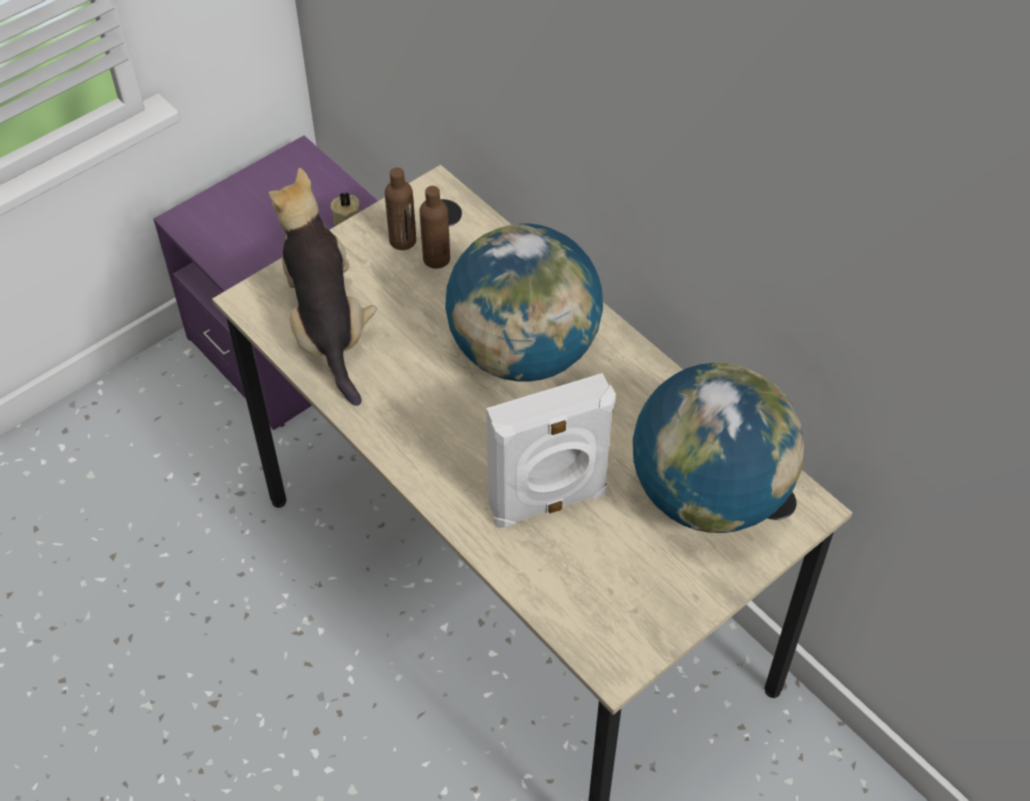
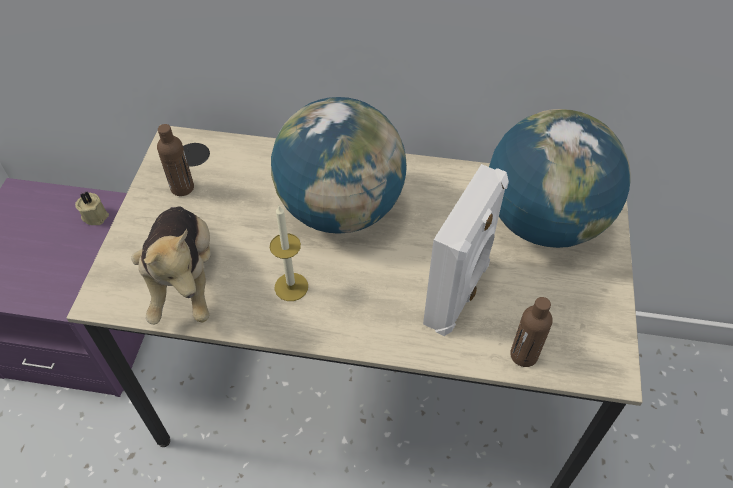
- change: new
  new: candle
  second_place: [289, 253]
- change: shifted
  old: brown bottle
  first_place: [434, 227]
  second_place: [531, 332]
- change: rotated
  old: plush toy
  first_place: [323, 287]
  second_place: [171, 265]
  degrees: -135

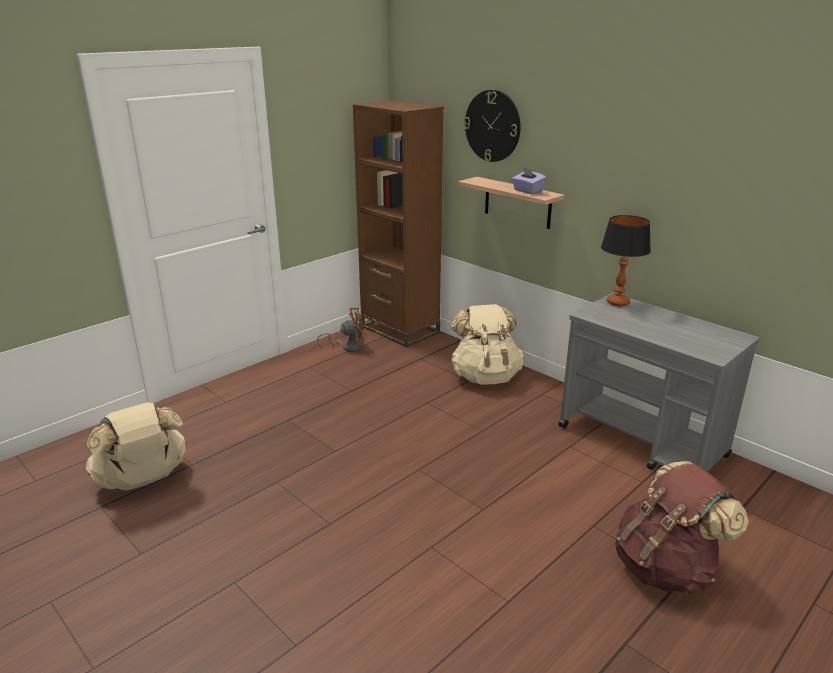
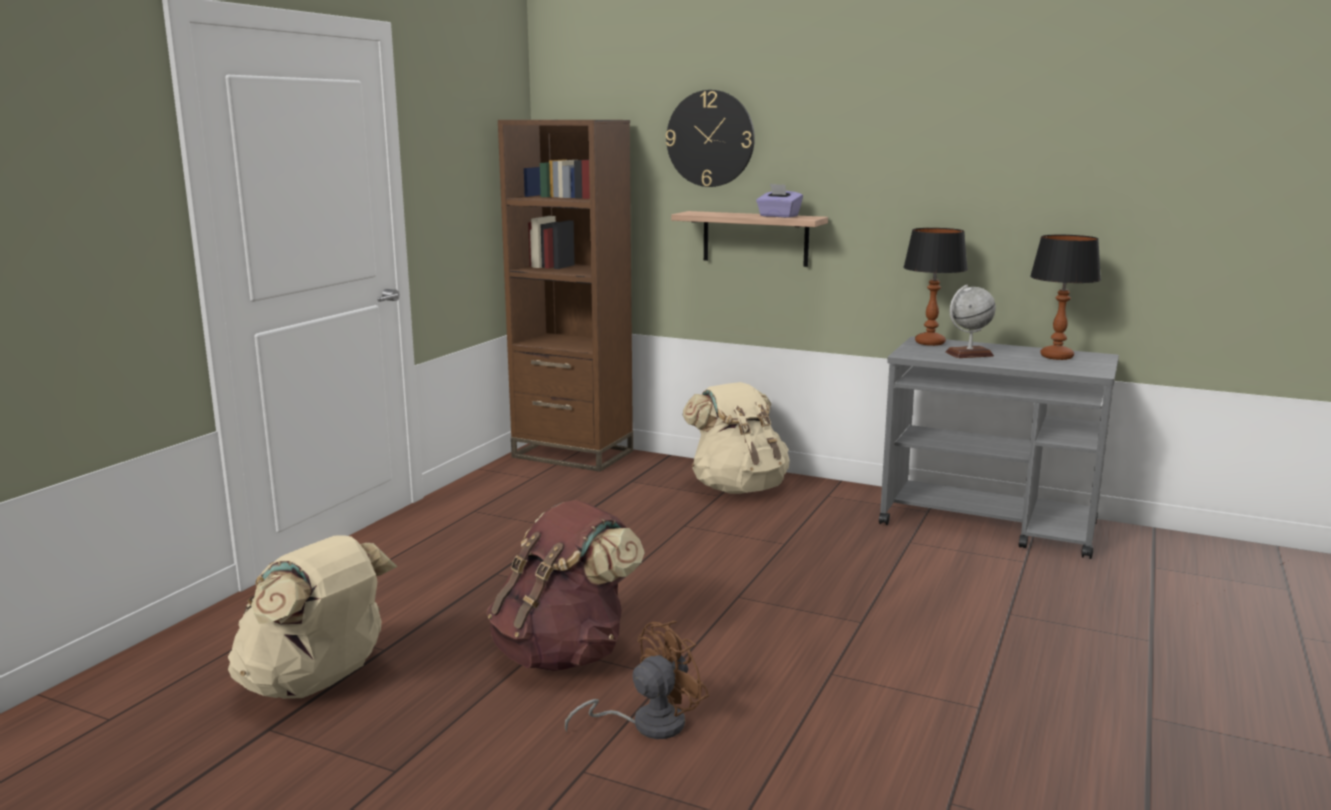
- change: new
  new: globe
  second_place: [970, 321]
- change: new
  new: table lamp
  second_place: [1065, 297]
- change: shifted
  old: brown fan
  first_place: [342, 330]
  second_place: [637, 680]
- change: shifted
  old: brown backpack
  first_place: [681, 528]
  second_place: [565, 585]

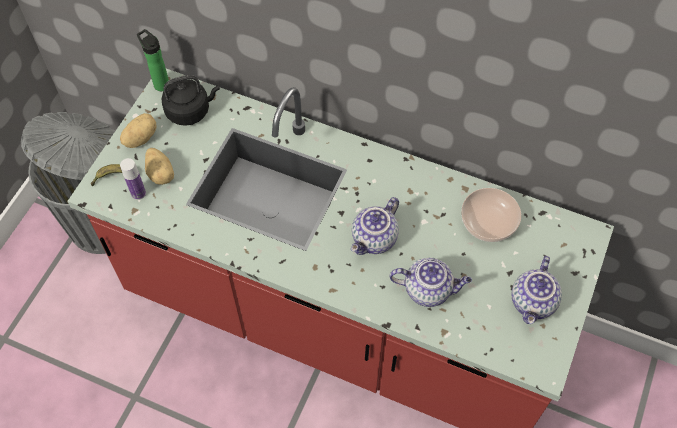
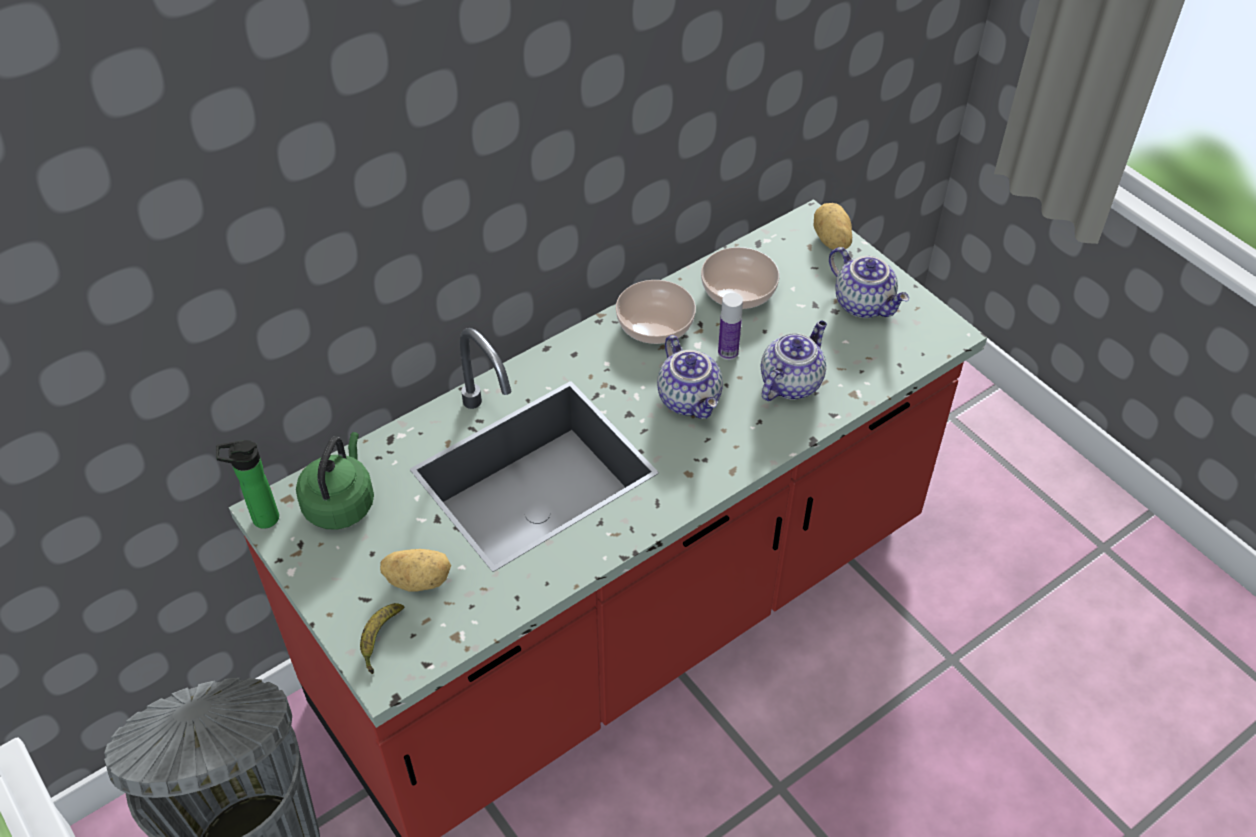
- change: new
  new: bowl
  second_place: [656, 312]
- change: shifted
  old: potato
  first_place: [138, 130]
  second_place: [832, 226]
- change: shifted
  old: bottle
  first_place: [133, 179]
  second_place: [730, 326]
- change: repainted
  old: black kettle
  new: green kettle
  first_place: [191, 100]
  second_place: [335, 481]

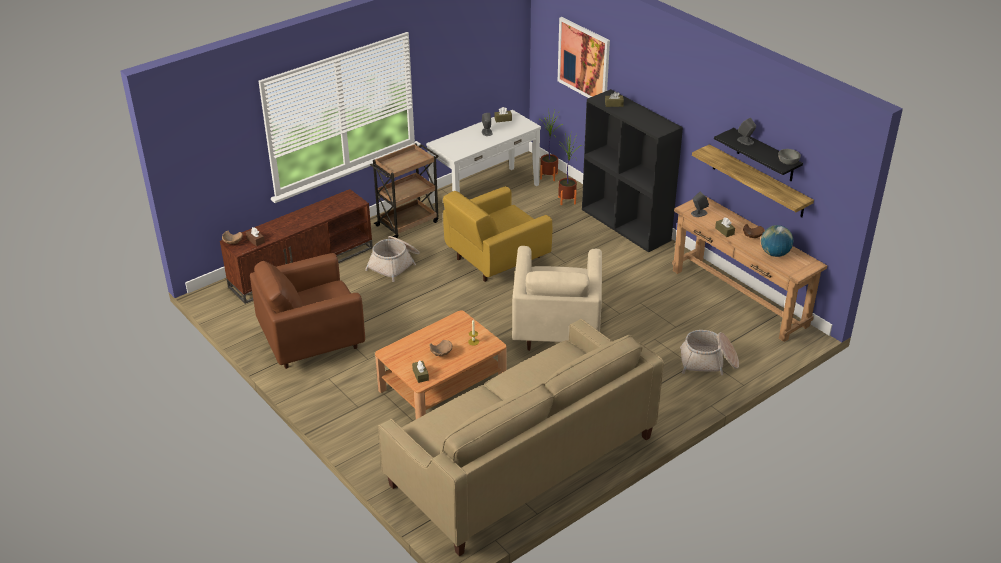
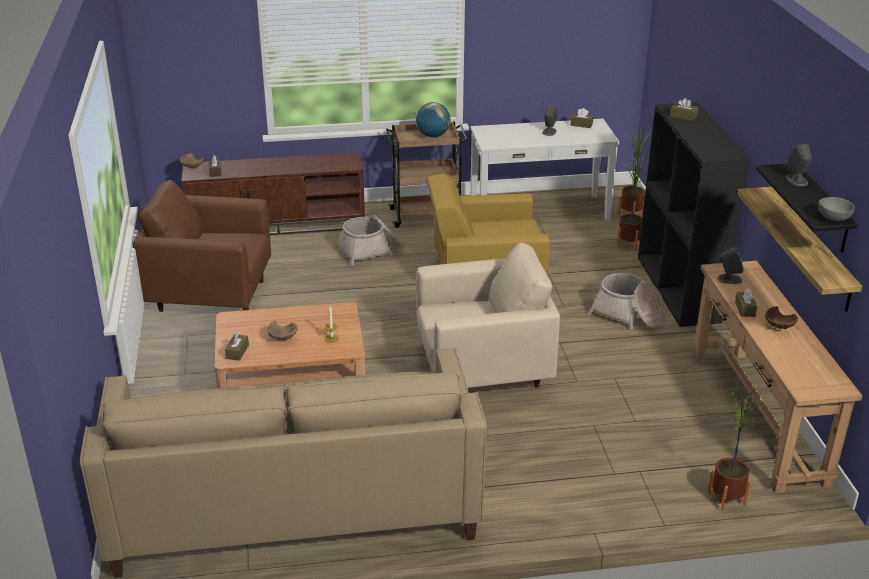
- change: gone
  old: picture
  first_place: [584, 57]
- change: new
  new: potted plant
  second_place: [737, 445]
- change: shifted
  old: basket
  first_place: [709, 353]
  second_place: [627, 301]
- change: shifted
  old: globe
  first_place: [777, 241]
  second_place: [433, 119]
- change: rotated
  old: beige armchair
  first_place: [557, 298]
  second_place: [488, 315]
  degrees: -135

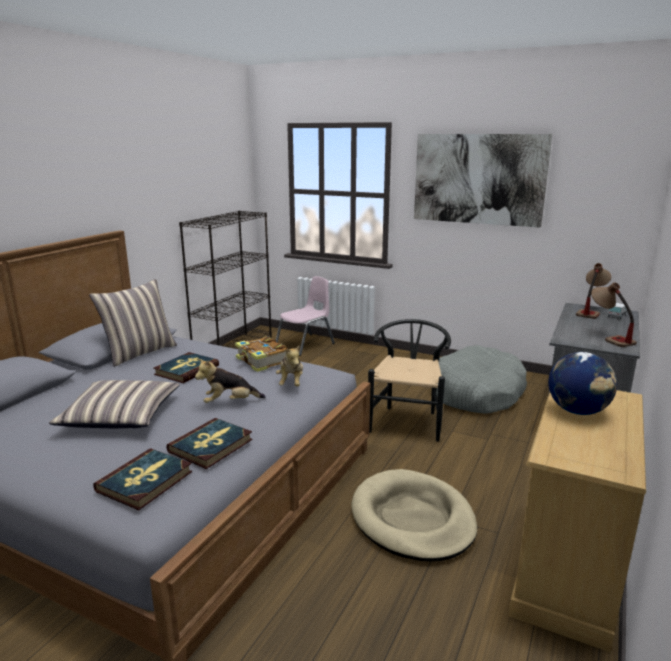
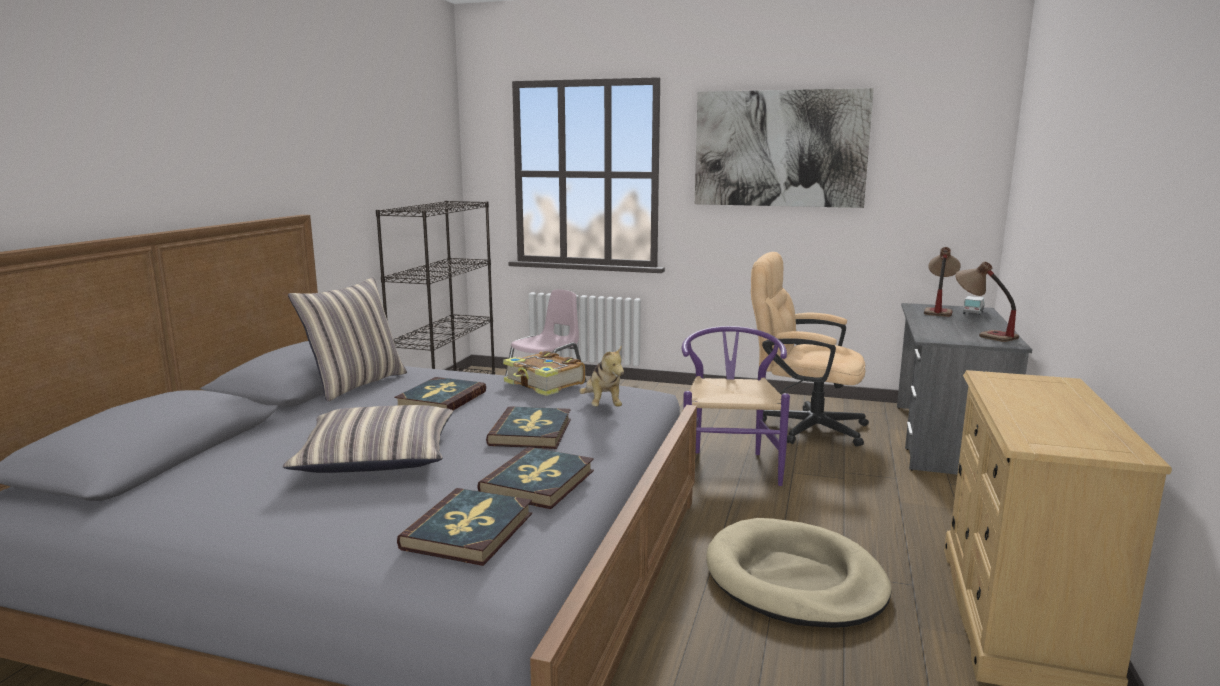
- change: gone
  old: globe
  first_place: [582, 383]
- change: swapped
  old: plush toy
  new: book
  first_place: [230, 380]
  second_place: [528, 427]
- change: swapped
  old: grey dog bed
  new: beige office chair
  first_place: [481, 379]
  second_place: [810, 349]
- change: repainted
  old: black chair
  new: purple chair
  first_place: [409, 380]
  second_place: [735, 406]

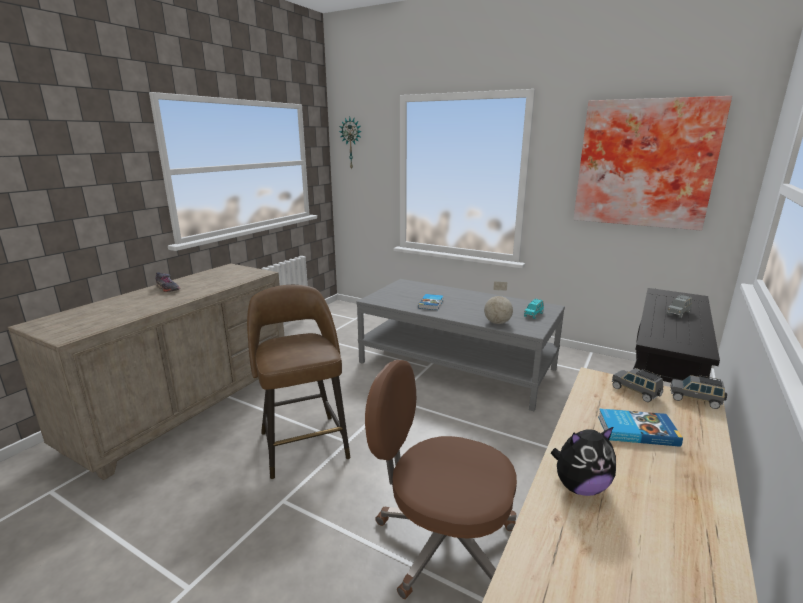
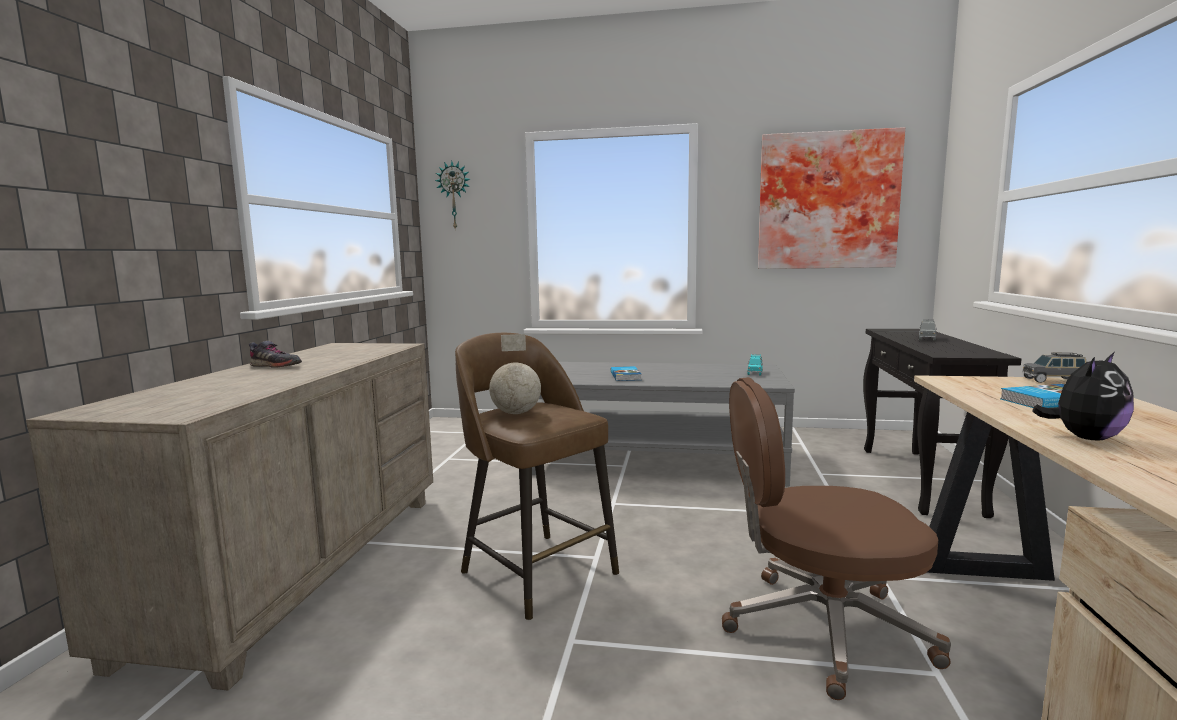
- change: gone
  old: grey toy car
  first_place: [637, 385]
- change: shifted
  old: globe
  first_place: [498, 303]
  second_place: [515, 374]

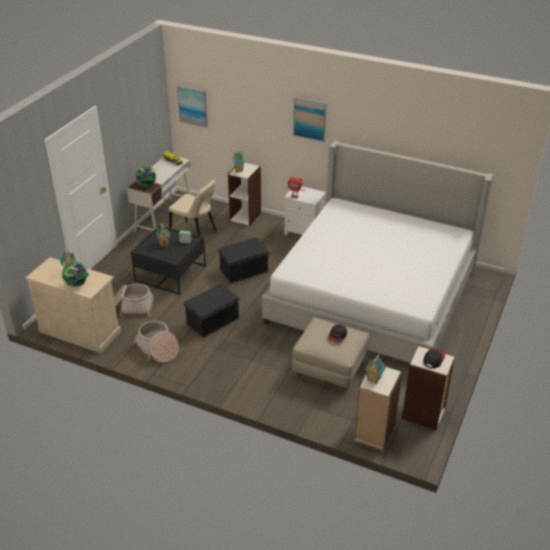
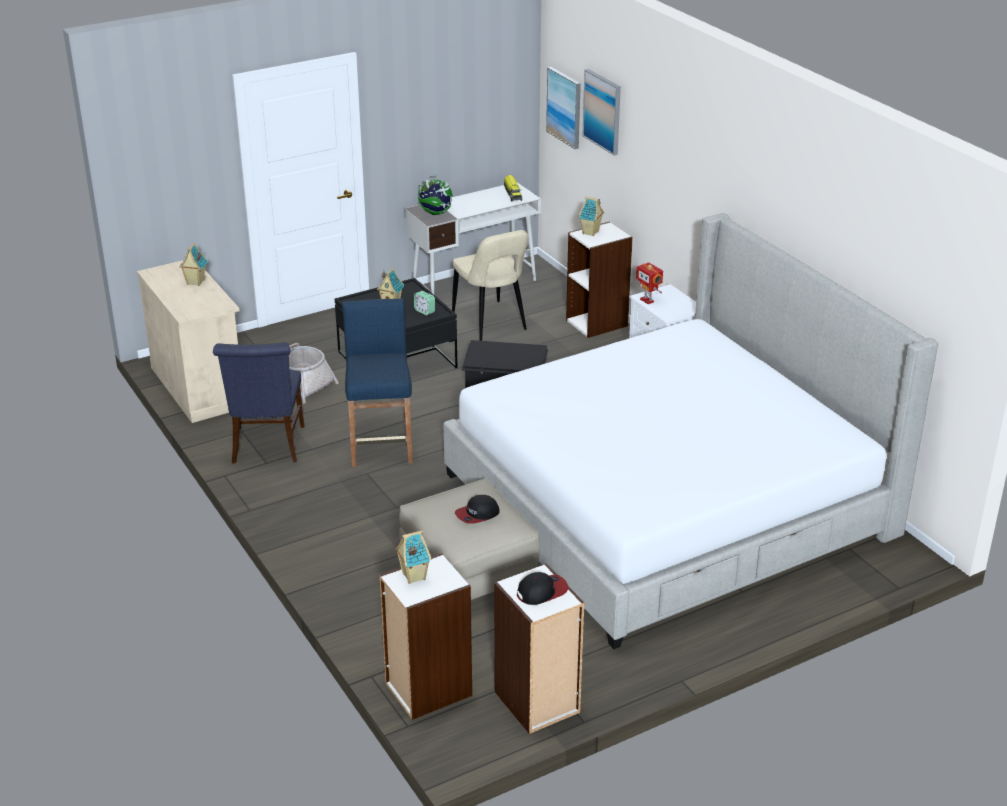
- change: gone
  old: globe
  first_place: [75, 274]
- change: shifted
  old: picture
  first_place: [309, 119]
  second_place: [602, 112]
- change: swapped
  old: basket
  new: blue chair
  first_place: [156, 341]
  second_place: [258, 403]
- change: swapped
  old: black storage box
  new: blue stool
  first_place: [212, 310]
  second_place: [377, 382]

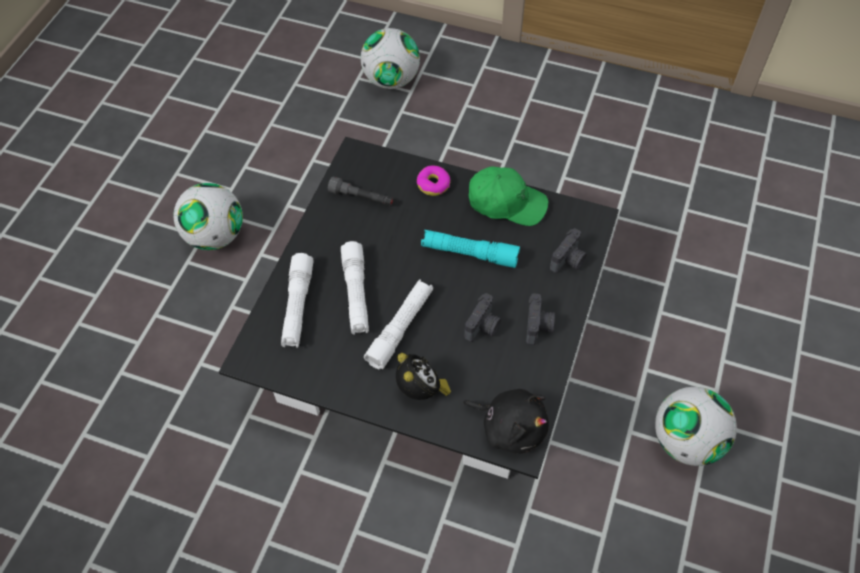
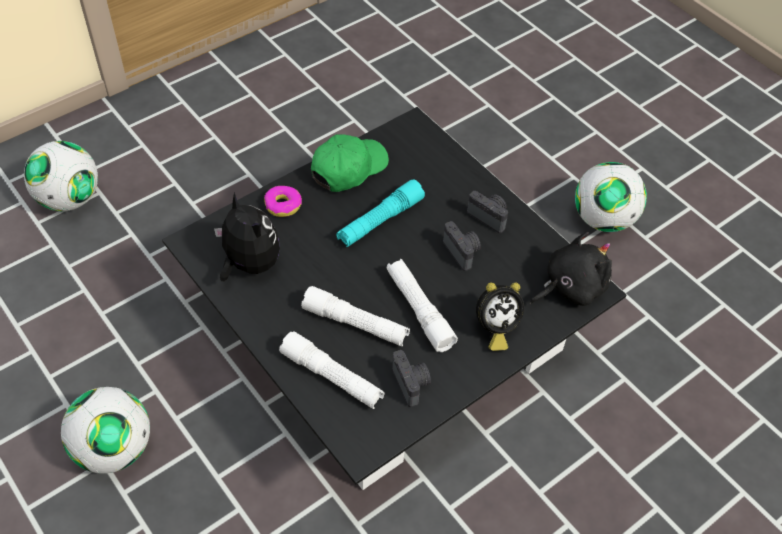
- change: shifted
  old: photo camera
  first_place: [568, 250]
  second_place: [411, 378]
- change: swapped
  old: grey flashlight
  new: plush toy
  first_place: [360, 191]
  second_place: [247, 236]
- change: rotated
  old: alarm clock
  first_place: [423, 376]
  second_place: [500, 316]
  degrees: 150

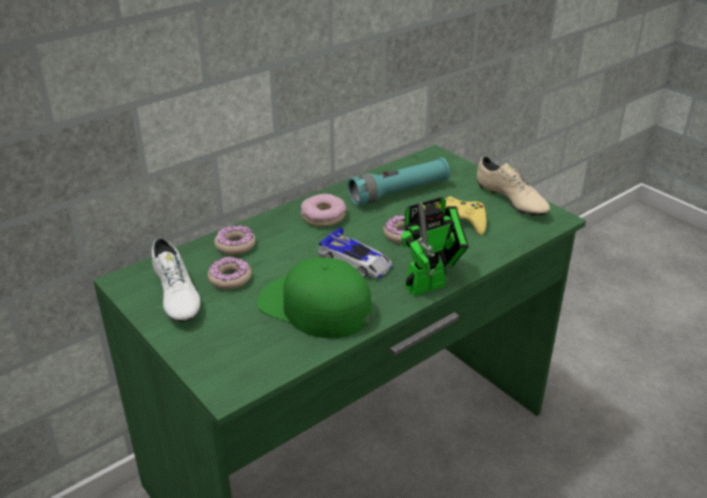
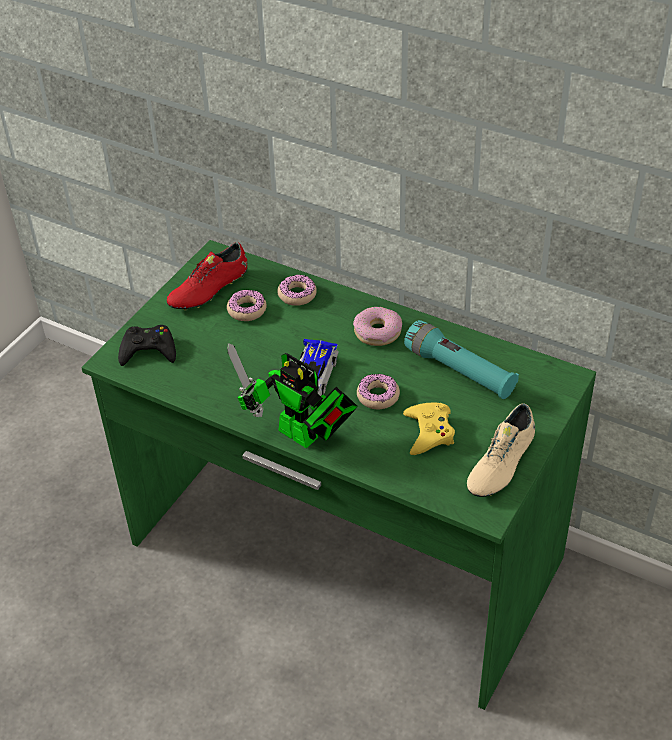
- change: gone
  old: green cap
  first_place: [314, 298]
- change: new
  new: black game controller
  second_place: [147, 345]
- change: repainted
  old: white shoe
  new: red shoe
  first_place: [176, 280]
  second_place: [207, 276]

